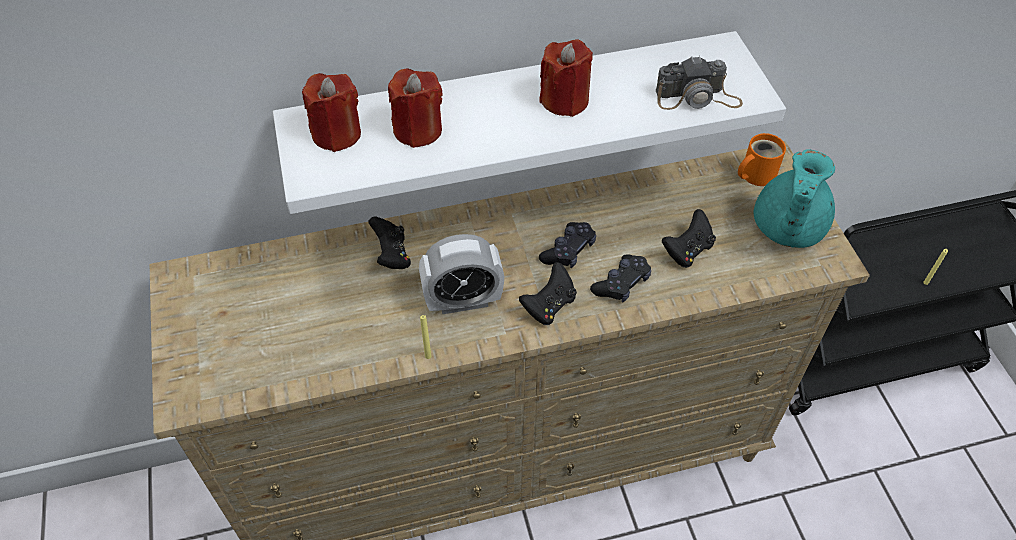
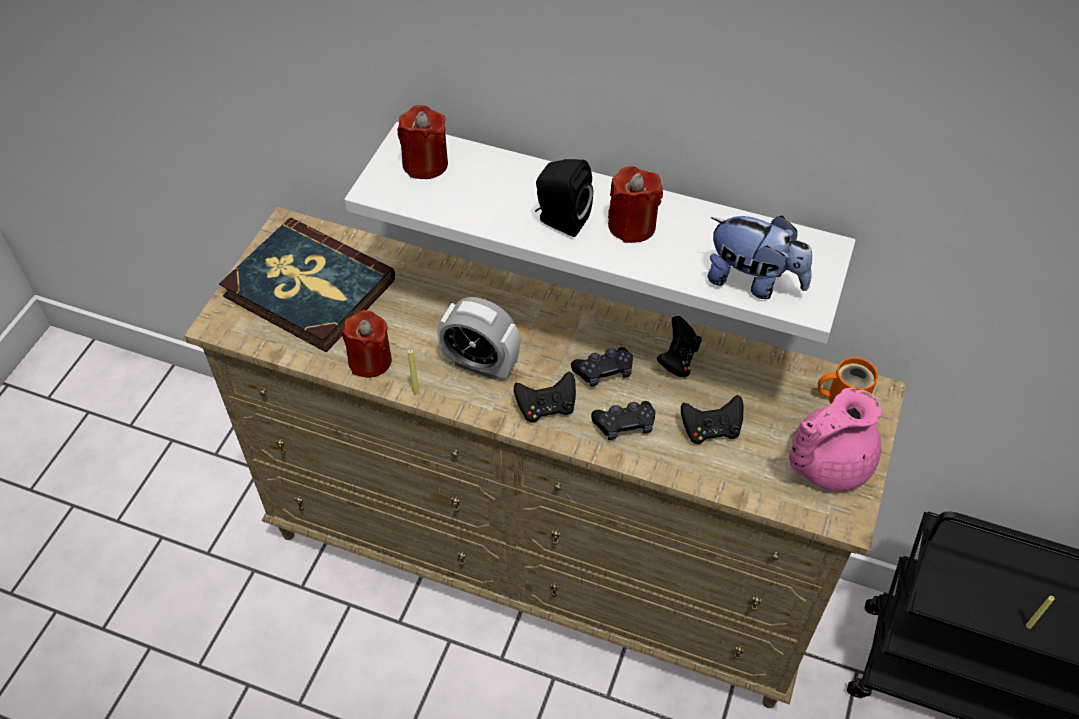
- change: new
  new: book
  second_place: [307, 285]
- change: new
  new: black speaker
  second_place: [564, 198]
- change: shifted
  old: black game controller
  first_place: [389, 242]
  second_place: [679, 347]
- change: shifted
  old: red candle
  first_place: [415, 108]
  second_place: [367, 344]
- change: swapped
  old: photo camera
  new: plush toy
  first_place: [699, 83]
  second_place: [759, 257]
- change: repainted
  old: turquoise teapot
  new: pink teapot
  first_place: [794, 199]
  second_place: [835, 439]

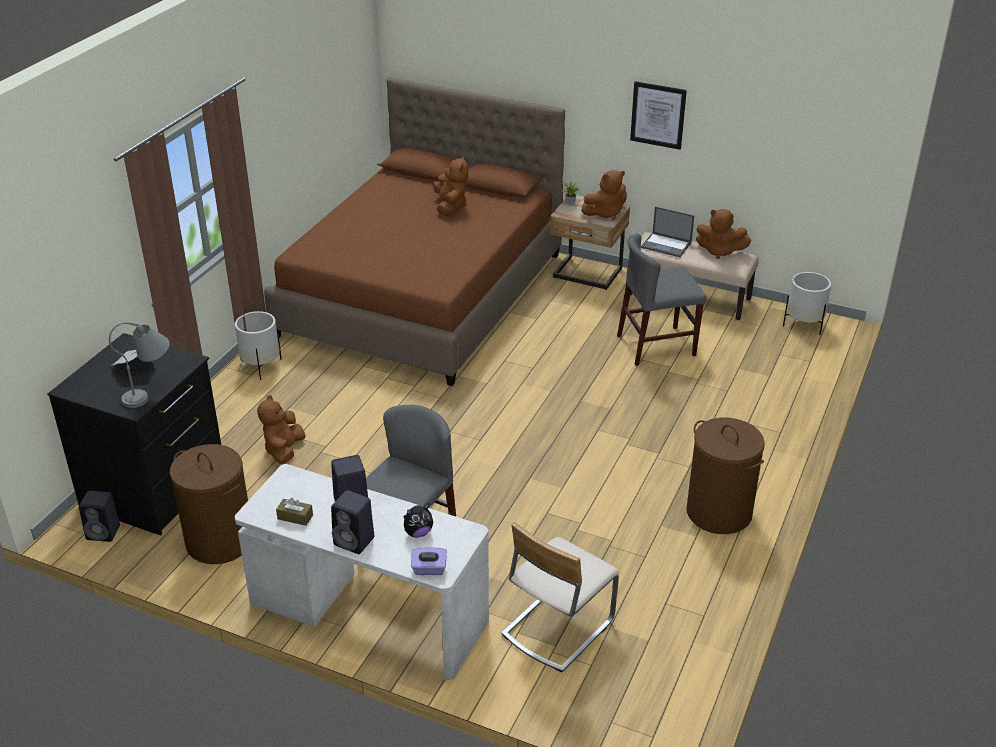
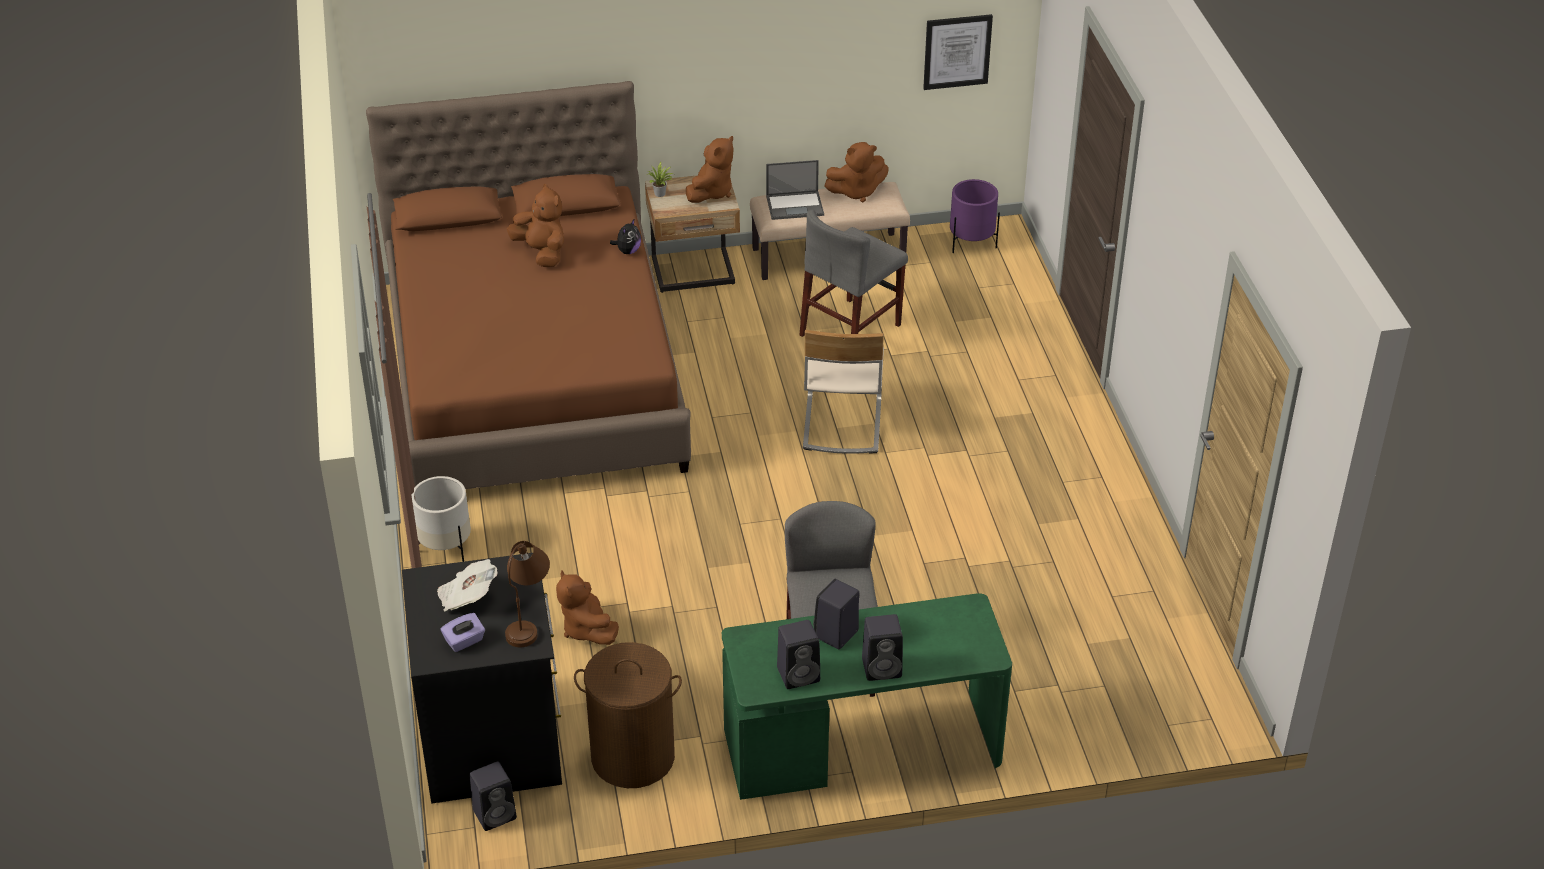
- change: gone
  old: brown laundry basket
  first_place: [725, 476]
- change: shifted
  old: plush toy
  first_place: [418, 520]
  second_place: [625, 236]
- change: shifted
  old: purple tissue box
  first_place: [429, 561]
  second_place: [463, 632]
- change: shifted
  old: beige chair
  first_place: [561, 597]
  second_place: [843, 392]
- change: shifted
  old: picture
  first_place: [658, 115]
  second_place: [958, 52]
- change: swapped
  old: brown tissue box
  new: black speaker
  first_place: [294, 512]
  second_place: [798, 654]
- change: repainted
  old: grey table lamp
  new: brown table lamp
  first_place: [139, 365]
  second_place: [527, 594]
- change: repainted
  old: white desk
  new: green desk
  first_place: [362, 572]
  second_place: [867, 696]
- change: repainted
  old: white planter
  new: purple planter
  first_place: [807, 303]
  second_place: [975, 216]

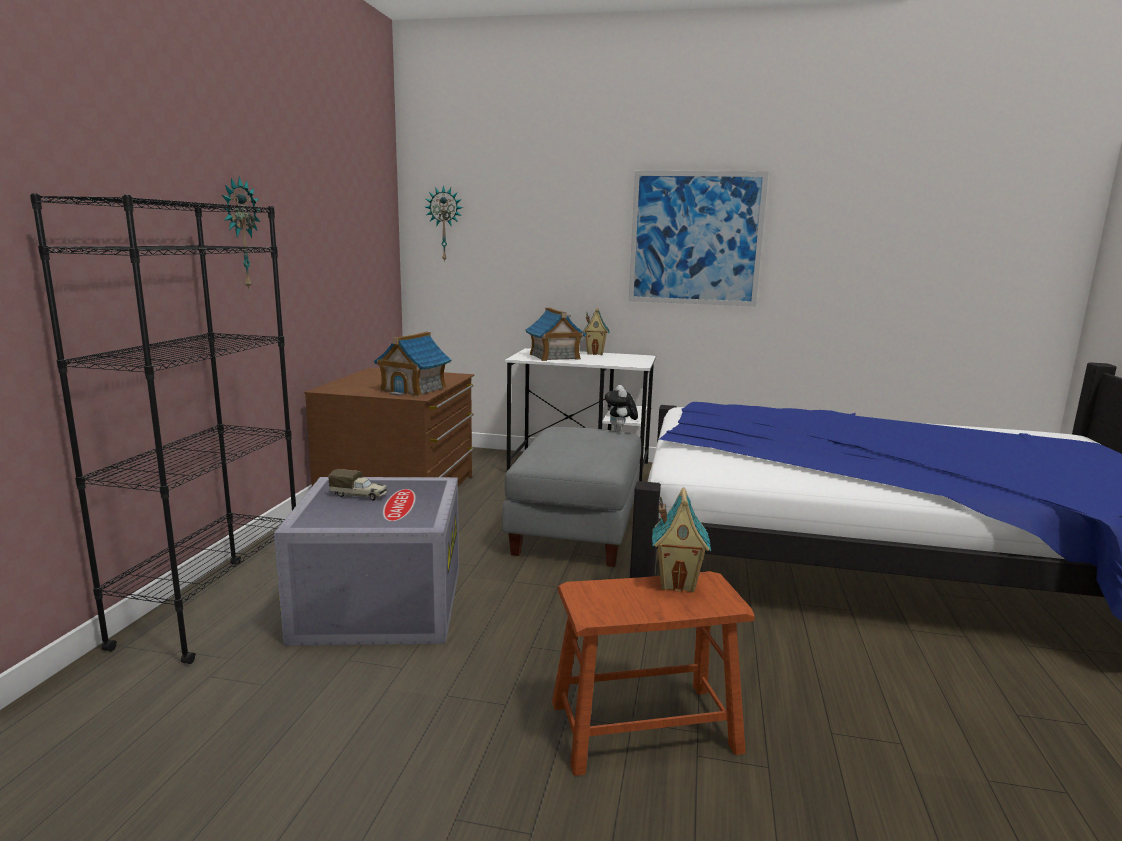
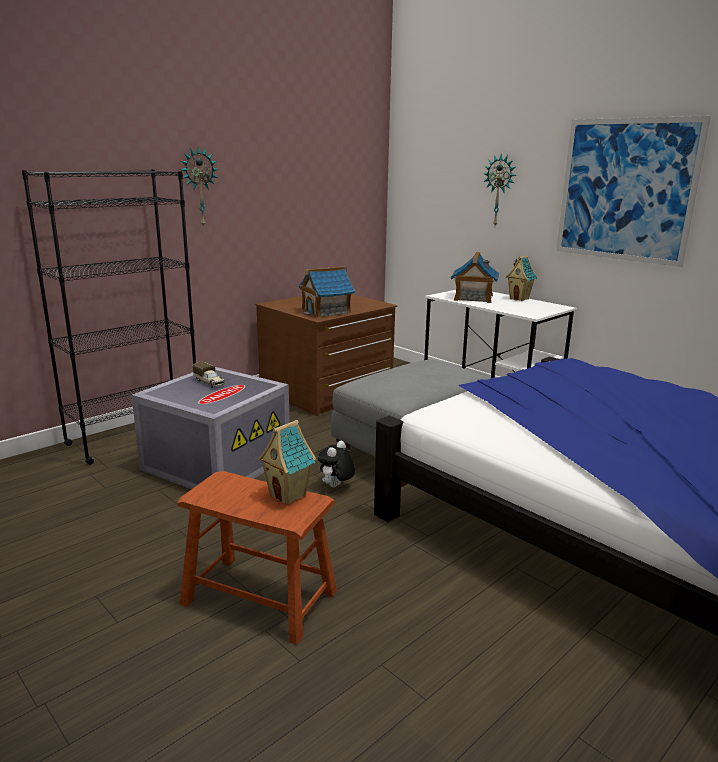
- change: shifted
  old: wall clock
  first_place: [444, 223]
  second_place: [500, 189]
- change: shifted
  old: plush toy
  first_place: [621, 408]
  second_place: [336, 464]

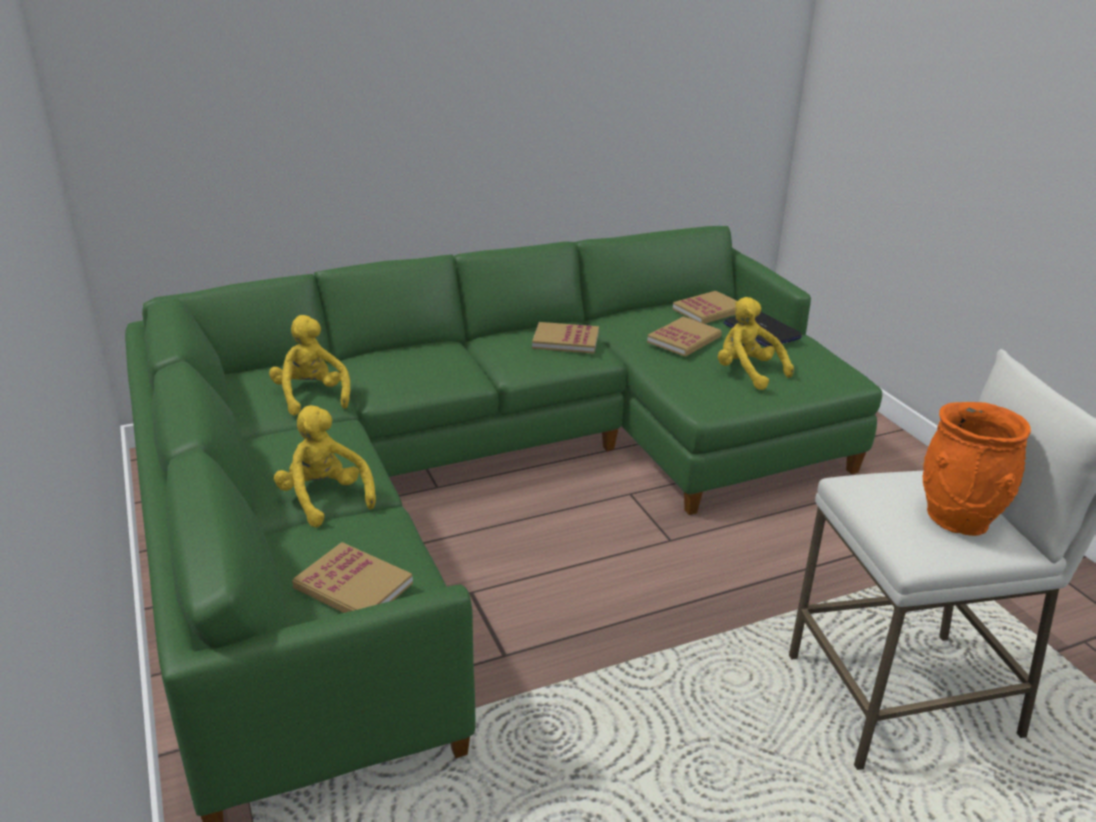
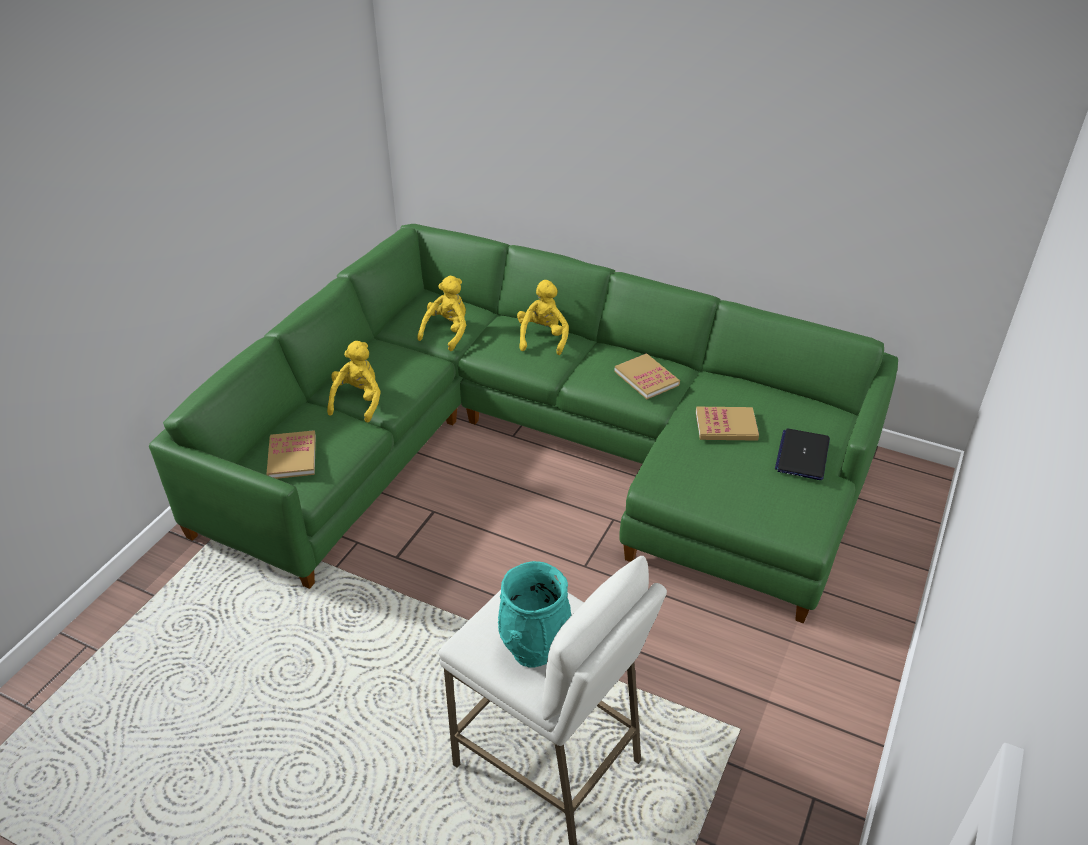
- change: gone
  old: book
  first_place: [704, 307]
- change: shifted
  old: yellow plush toy
  first_place: [756, 343]
  second_place: [543, 317]
- change: repainted
  old: orange vase
  new: turquoise vase
  first_place: [977, 469]
  second_place: [534, 614]

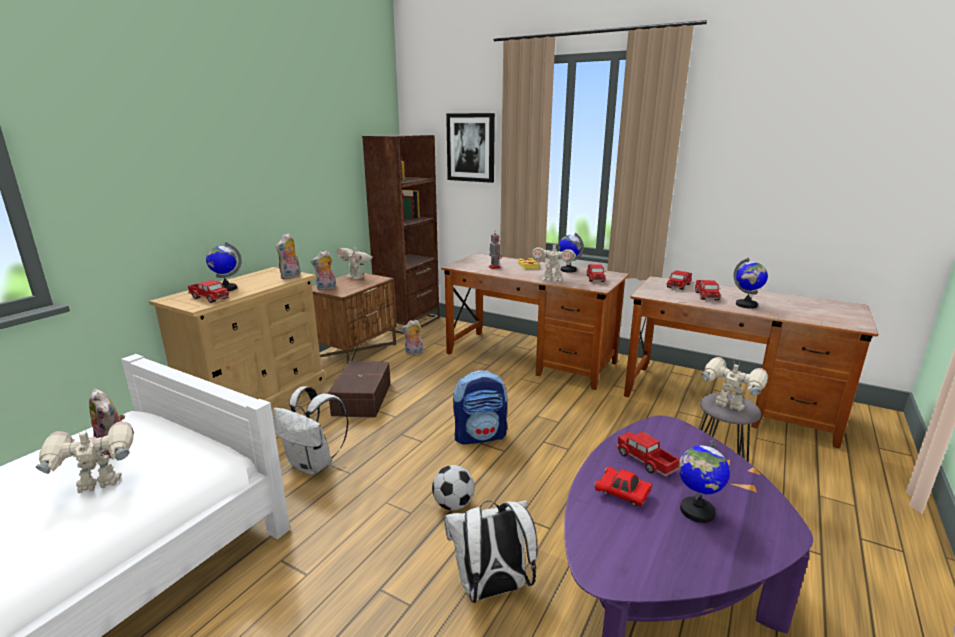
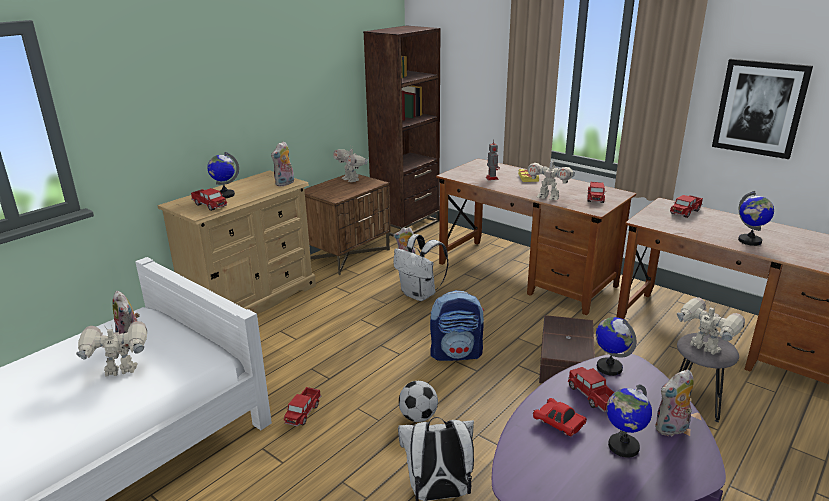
- change: shifted
  old: white backpack
  first_place: [311, 430]
  second_place: [420, 267]
- change: shifted
  old: plush toy
  first_place: [323, 270]
  second_place: [674, 403]
- change: shifted
  old: brown storage box
  first_place: [359, 389]
  second_place: [567, 349]
- change: shifted
  old: picture
  first_place: [470, 148]
  second_place: [762, 109]
- change: shifted
  old: globe
  first_place: [571, 253]
  second_place: [616, 346]
- change: shifted
  old: toy truck
  first_place: [708, 290]
  second_place: [302, 407]

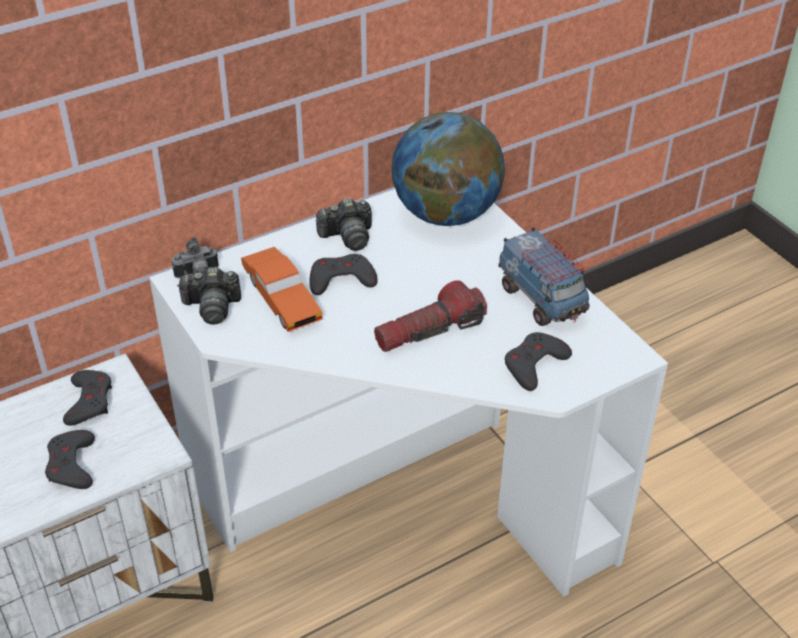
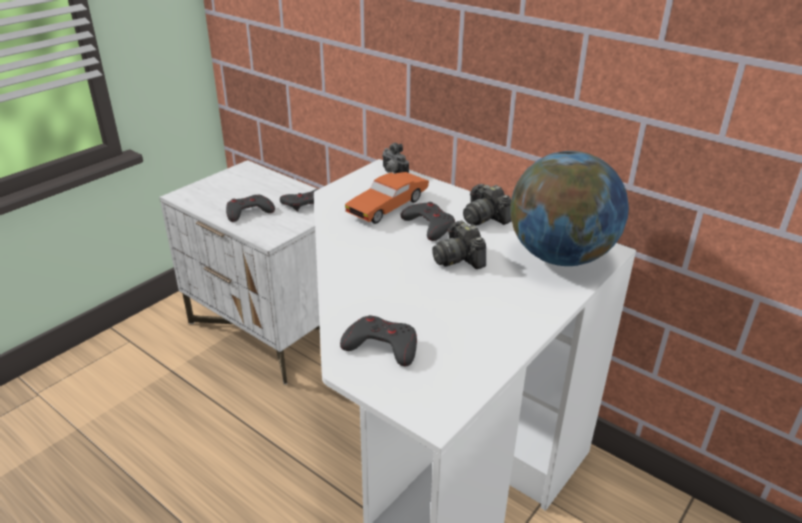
- change: gone
  old: flashlight
  first_place: [430, 316]
- change: gone
  old: toy truck
  first_place: [544, 276]
- change: shifted
  old: photo camera
  first_place: [209, 295]
  second_place: [459, 245]

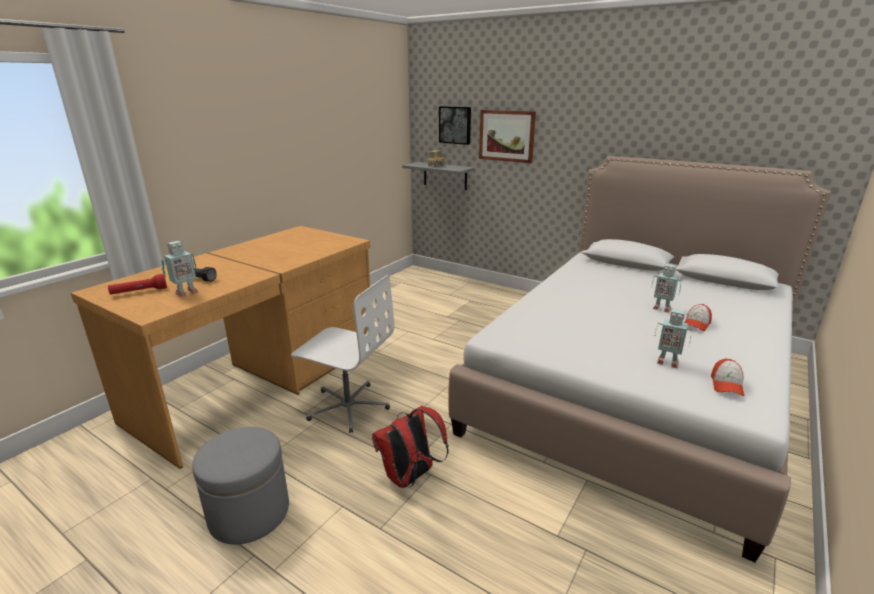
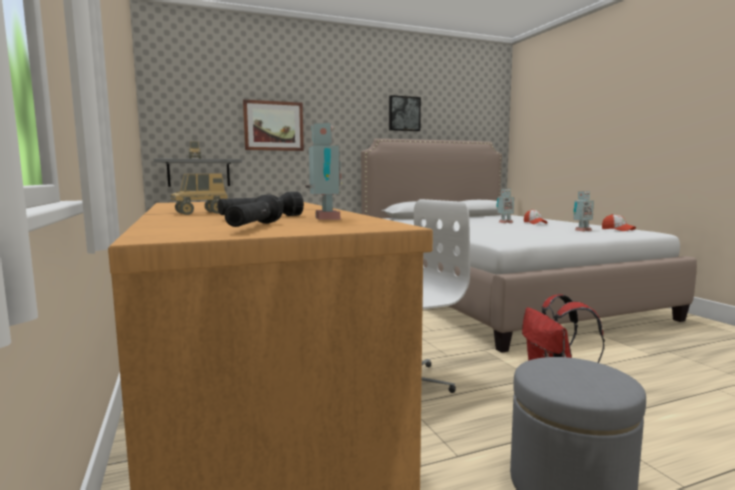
- change: new
  new: toy truck
  second_place: [199, 194]
- change: shifted
  old: picture
  first_place: [455, 125]
  second_place: [405, 113]
- change: repainted
  old: red flashlight
  new: black flashlight
  first_place: [137, 284]
  second_place: [254, 210]

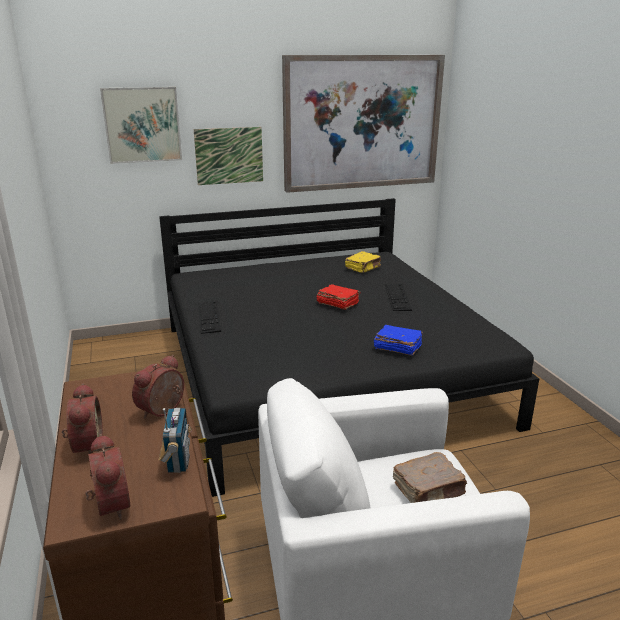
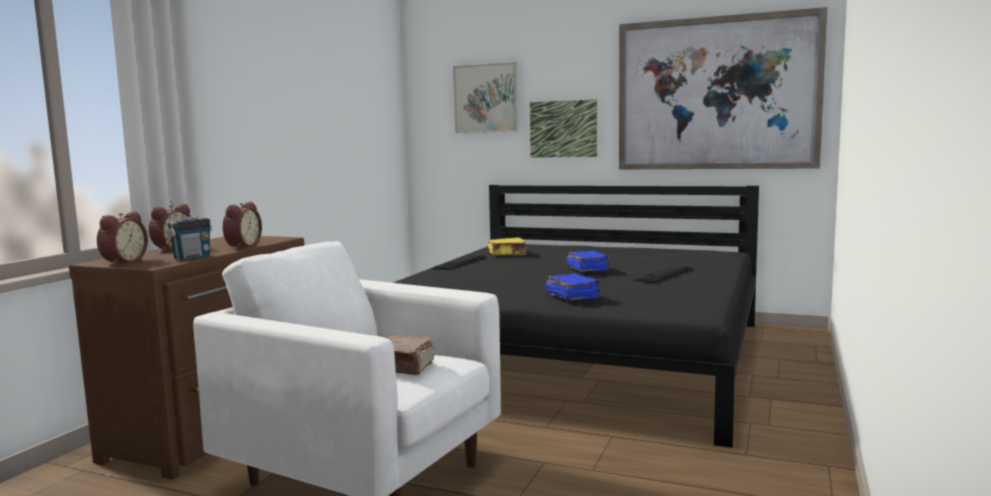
- change: shifted
  old: yellow book
  first_place: [363, 262]
  second_place: [507, 246]
- change: repainted
  old: red book
  new: blue book
  first_place: [338, 297]
  second_place: [589, 261]
- change: rotated
  old: alarm clock
  first_place: [158, 387]
  second_place: [242, 225]
  degrees: 120

